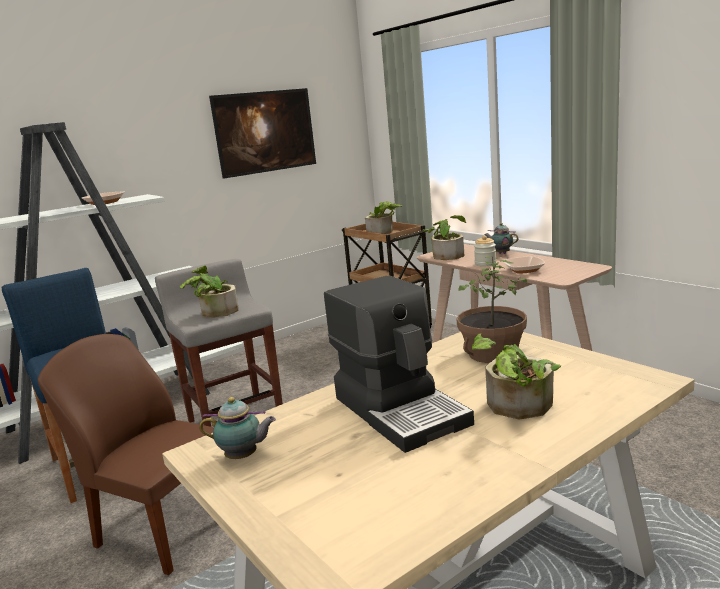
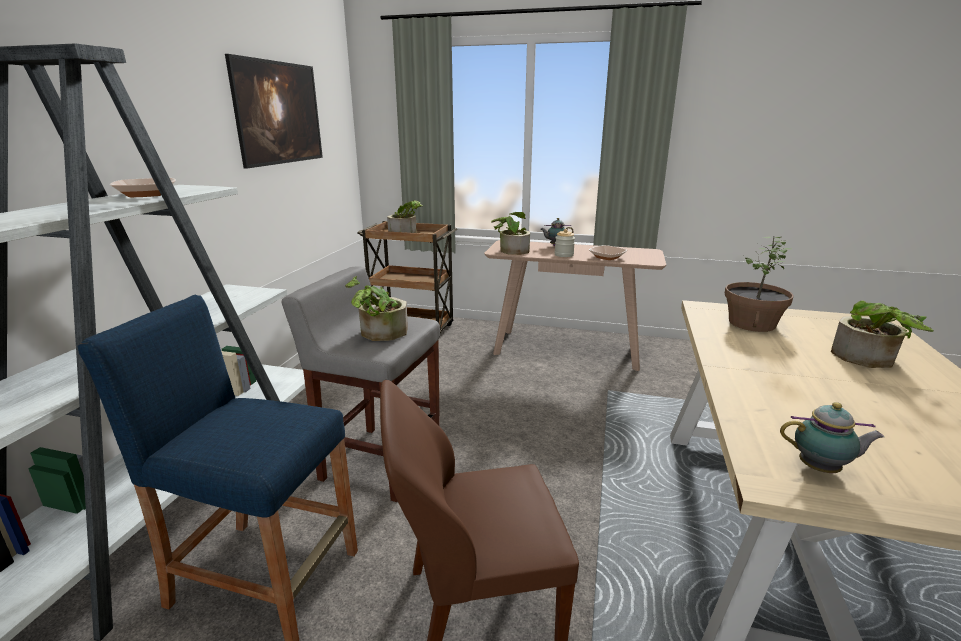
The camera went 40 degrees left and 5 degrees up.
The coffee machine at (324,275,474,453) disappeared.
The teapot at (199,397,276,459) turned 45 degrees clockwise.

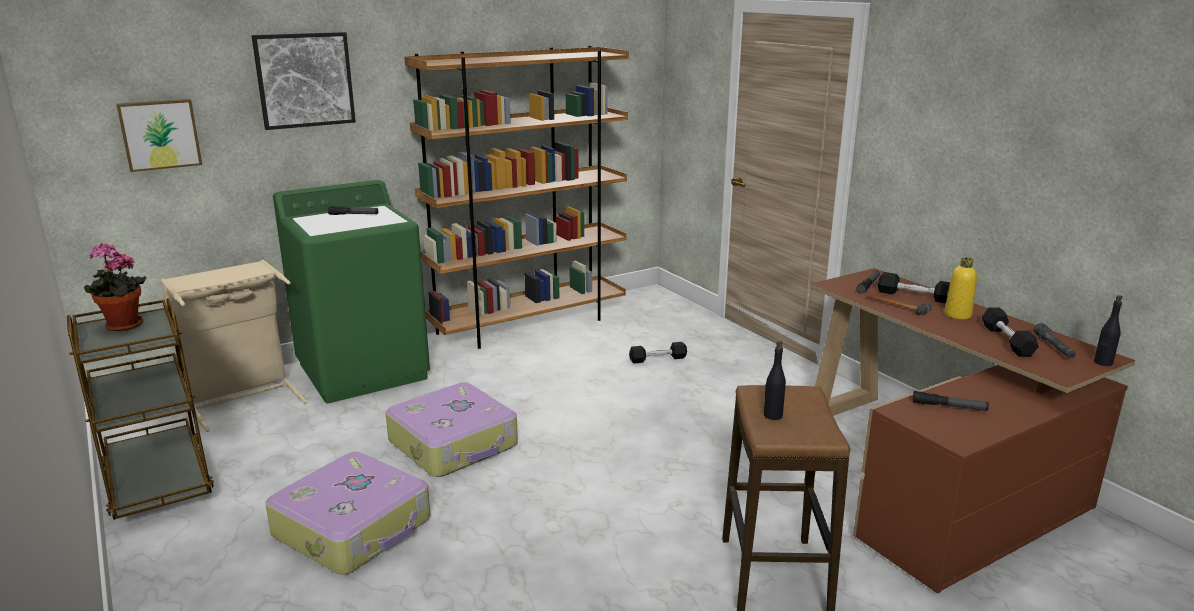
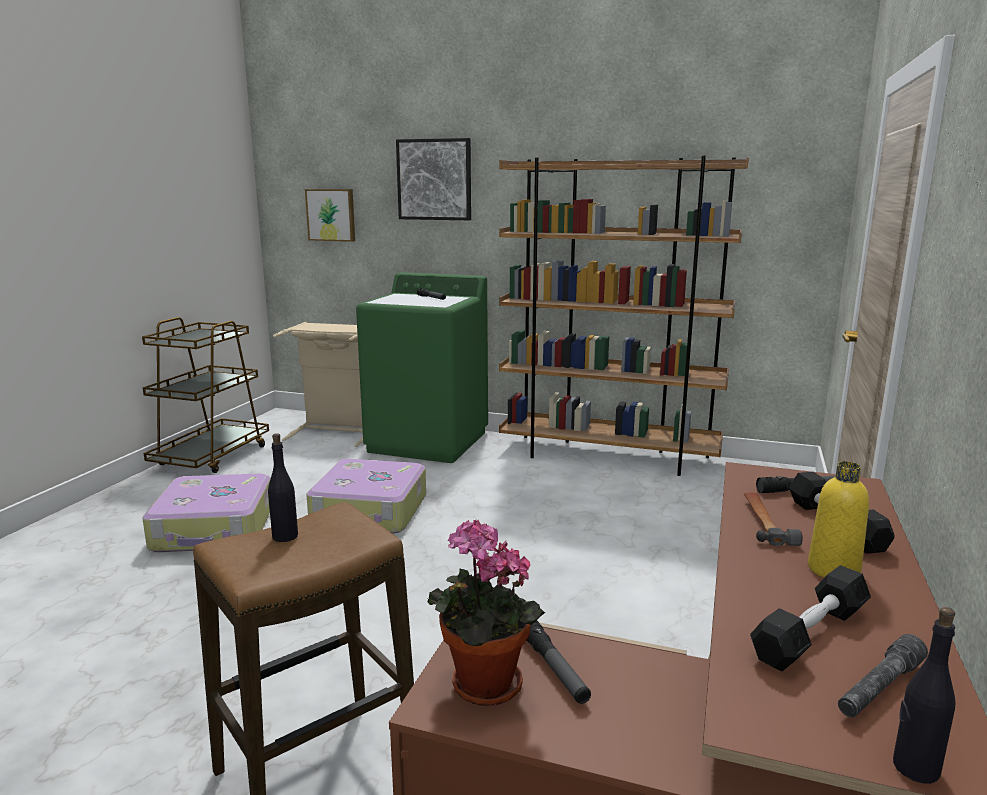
The camera went 50 degrees right and 5 degrees down.
The black dumbbell at (629,342,687,364) disappeared.
The potted plant moved from (84,243,146,331) to (428,520,545,706).

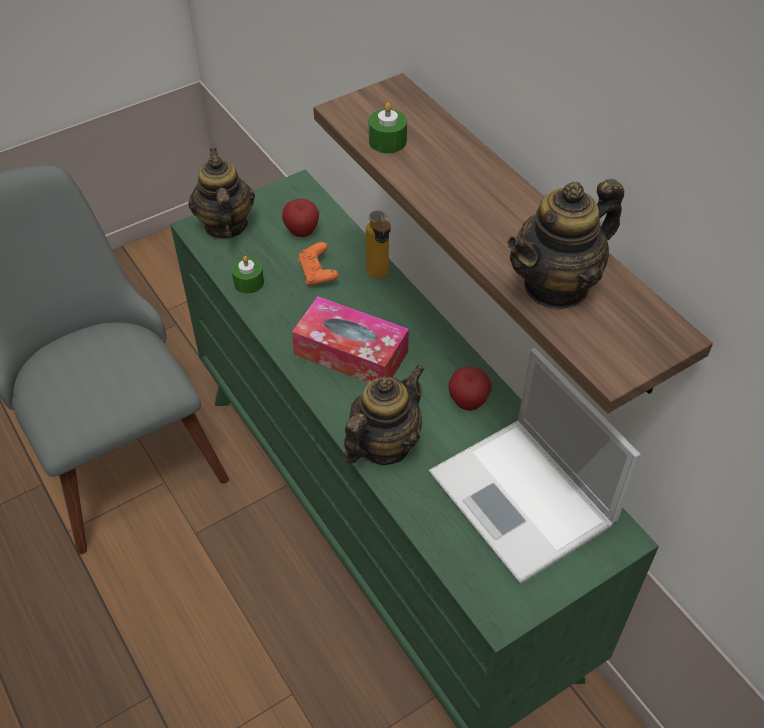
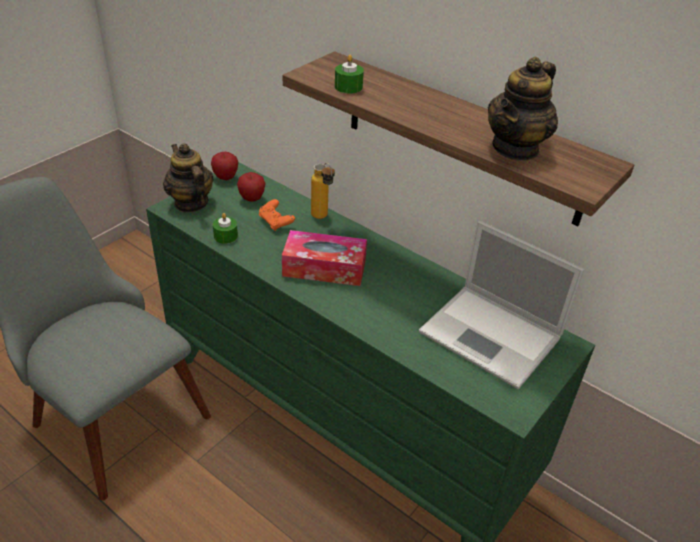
The camera went 20 degrees left and 10 degrees down.
The teapot at (343,365,425,465) disappeared.
The apple moved from (448,367,492,411) to (211,152,238,180).

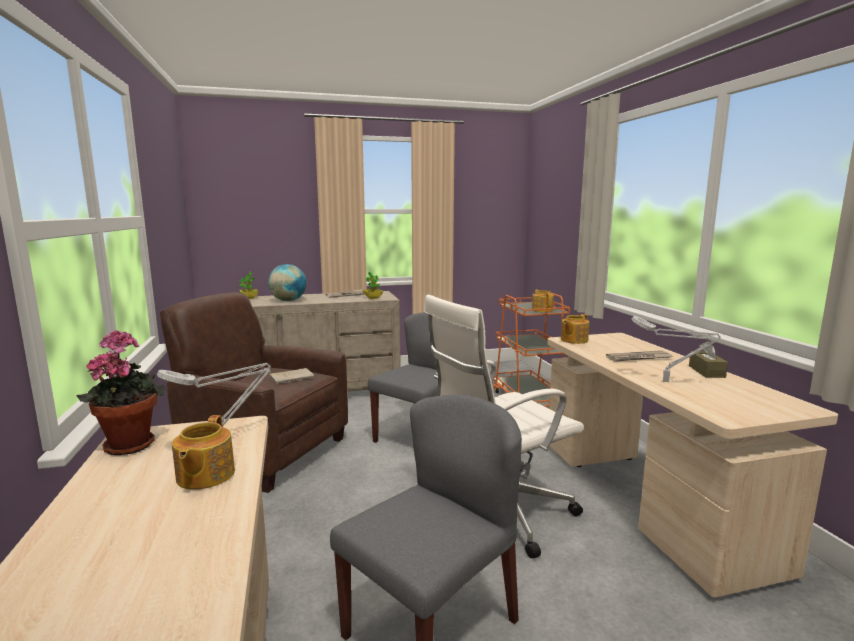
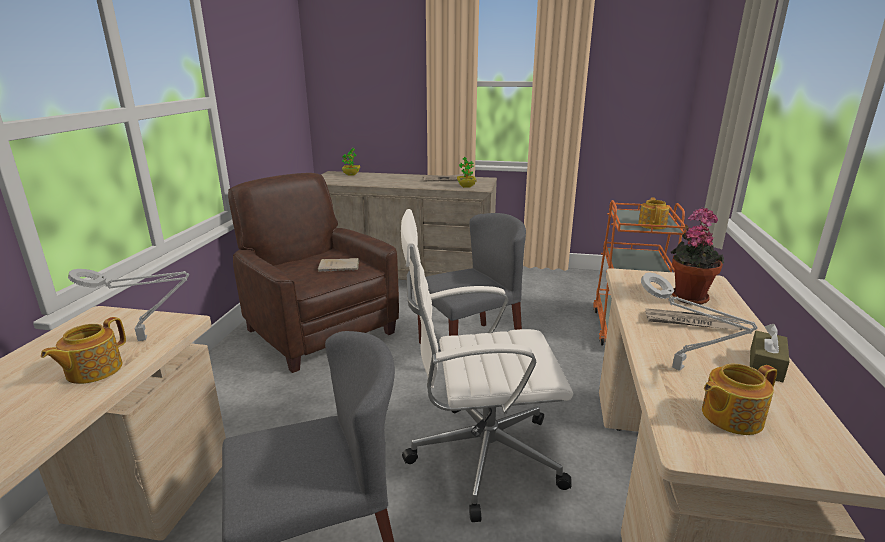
The camera went 25 degrees right and 10 degrees up.
The globe at (268,264,307,301) disappeared.
The potted plant moved from (76,330,166,455) to (671,208,724,304).
The teapot moved from (561,314,589,344) to (702,364,777,435).

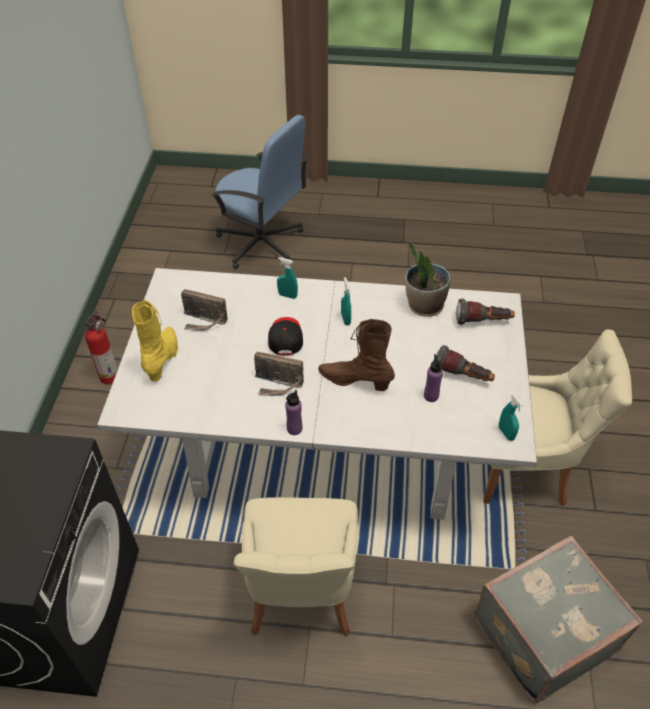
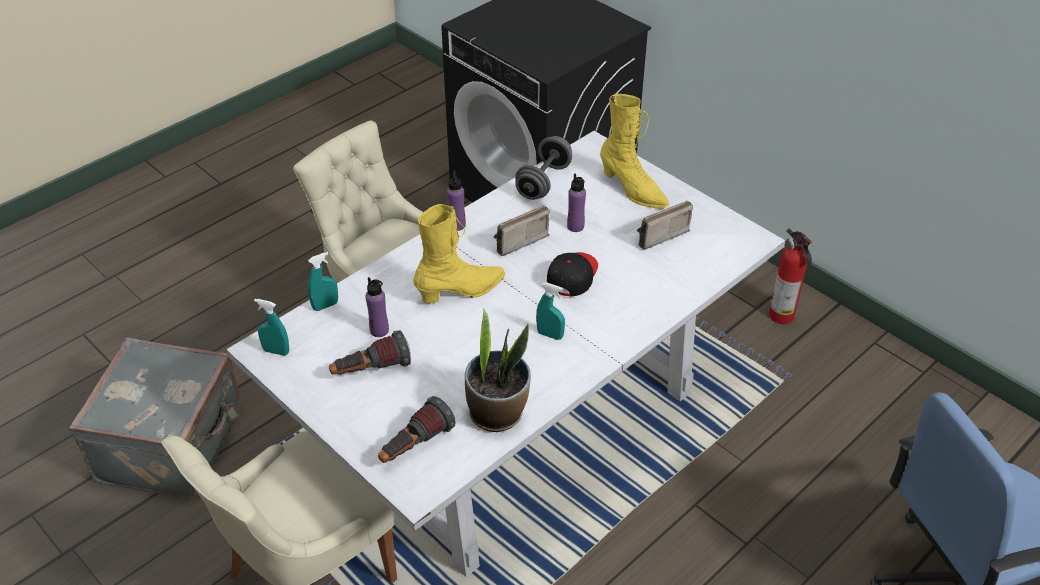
The camera went 130 degrees right and 5 degrees down.
The grey dumbbell at (515,136,572,200) appeared.
The purple bottle at (567,174,586,232) appeared.
The turquoise spray bottle moved from (277,257,298,299) to (308,252,338,311).
The brown boot at (318,319,395,391) became the yellow boot at (414,204,505,304).
The black cap at (268,317,303,356) turned 105 degrees counterclockwise.

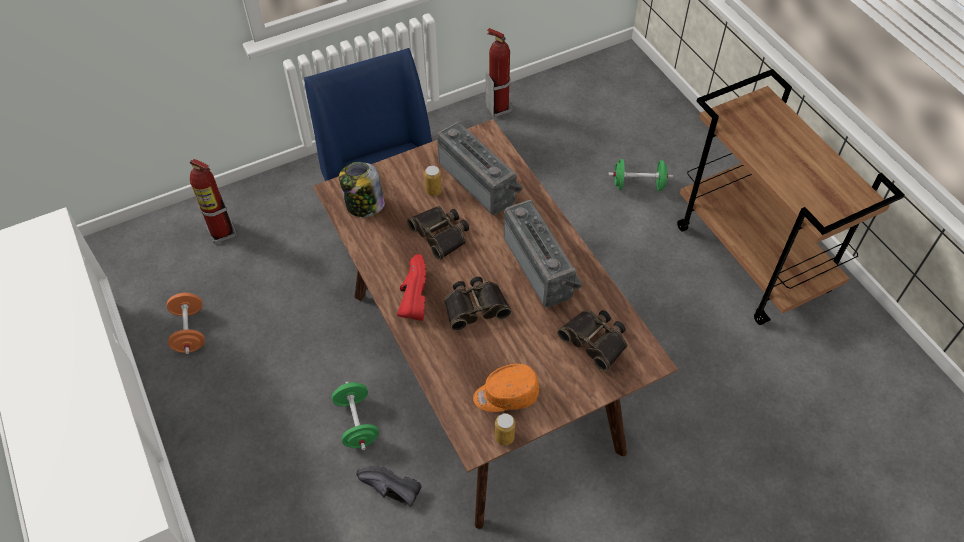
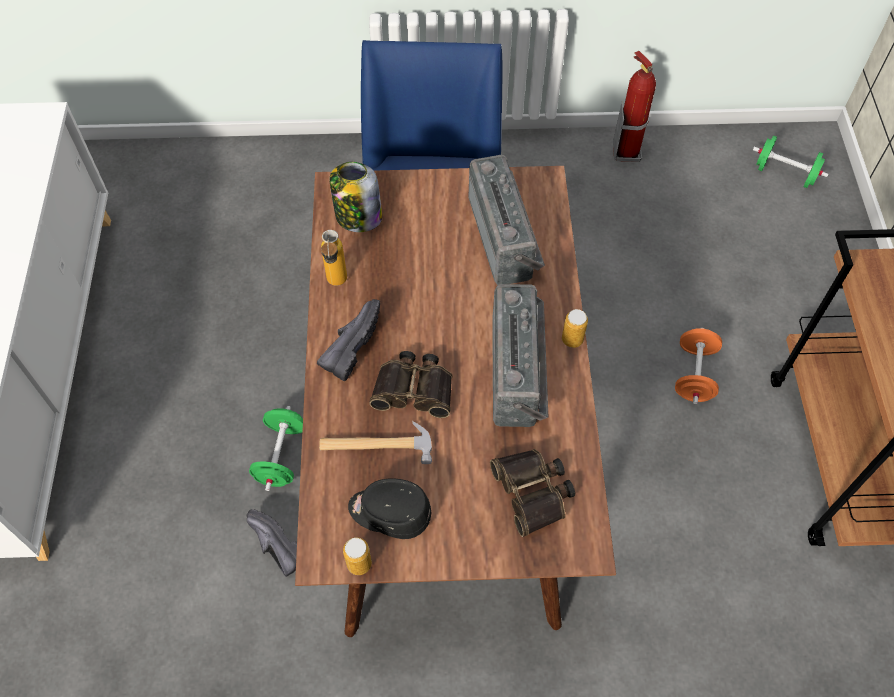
The camera went 25 degrees right and 5 degrees up.
The fire extinguisher at (190,159,236,244) disappeared.
The binoculars at (407,206,469,260) disappeared.
The hammer at (319,421,432,464) appeared.
The bottle at (321,230,347,286) appeared.
The orange dumbbell moved from (167,293,205,354) to (675,328,722,404).
The can moved from (424,165,442,196) to (562,309,588,348).
The green dumbbell moved from (608,159,673,191) to (753,135,828,188).
The red shoe at (397,254,426,321) became the black shoe at (317,299,380,381).
The orange cap at (473,364,539,412) became the black cap at (348,479,431,539).

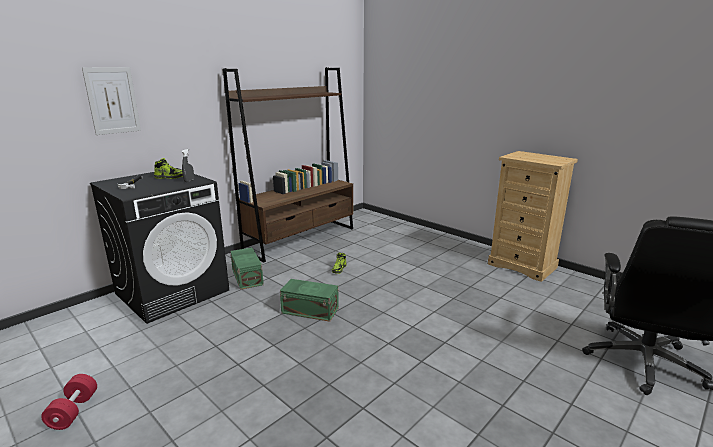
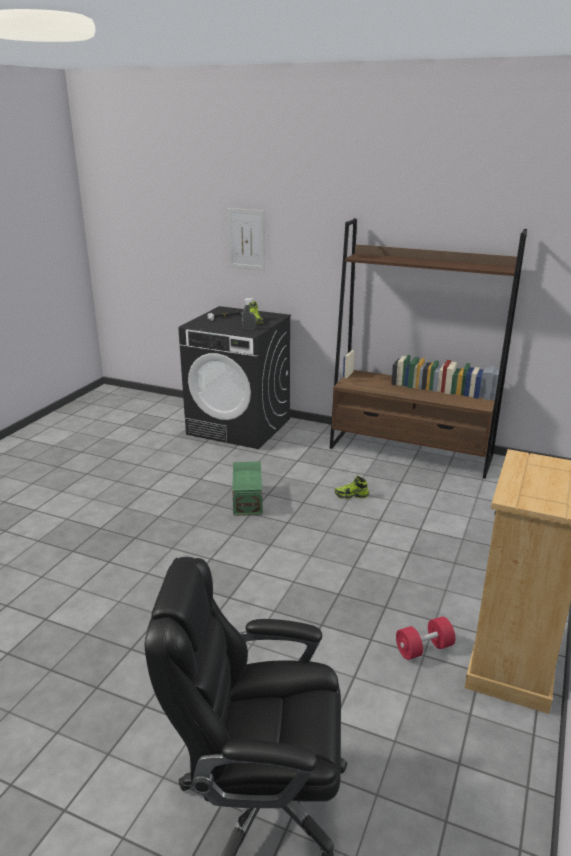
The camera went 70 degrees right and 5 degrees up.
The green storage box at (230,248,264,290) disappeared.
The red dumbbell moved from (41,374,97,430) to (396,616,455,660).

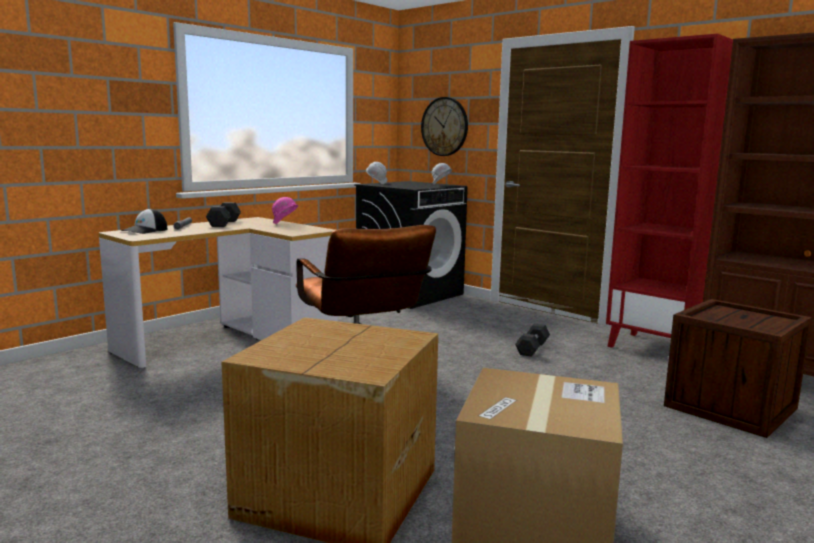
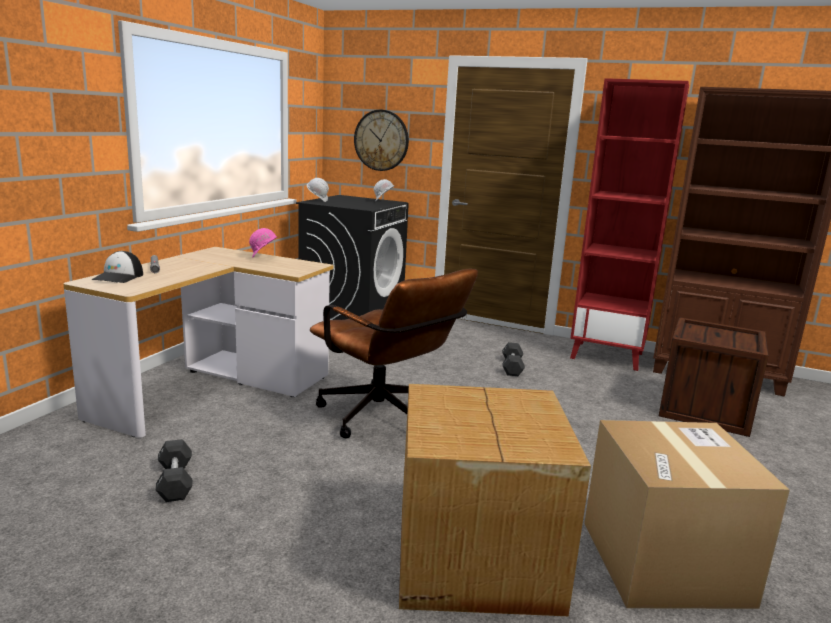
The camera went 20 degrees left and 5 degrees up.
The black dumbbell moved from (206,202,241,227) to (156,439,193,502).

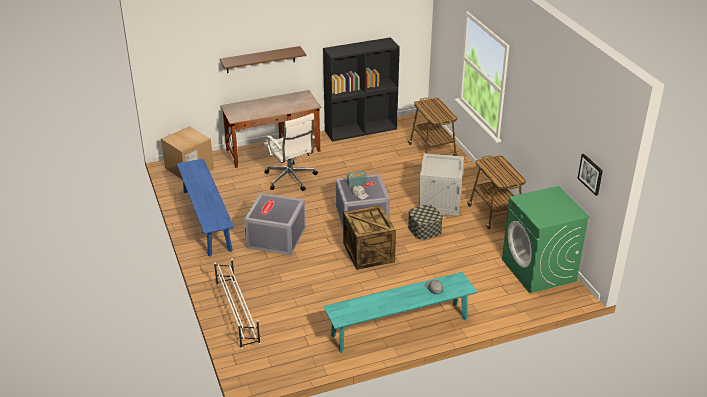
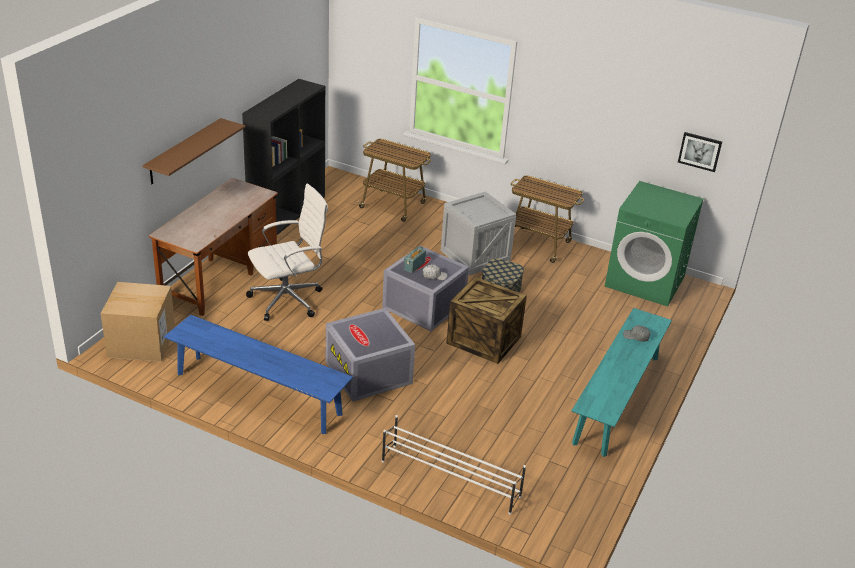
The camera went 45 degrees left and 0 degrees up.
The white office chair at (264,113,318,191) turned 45 degrees counterclockwise.

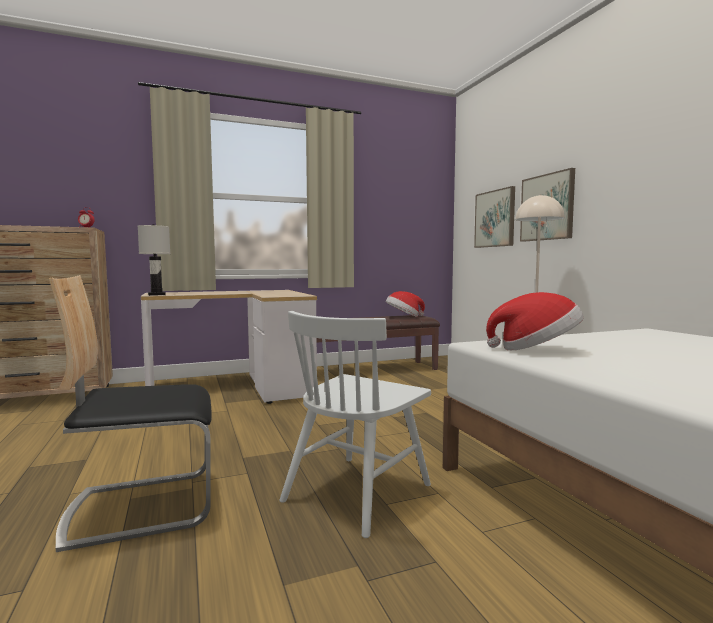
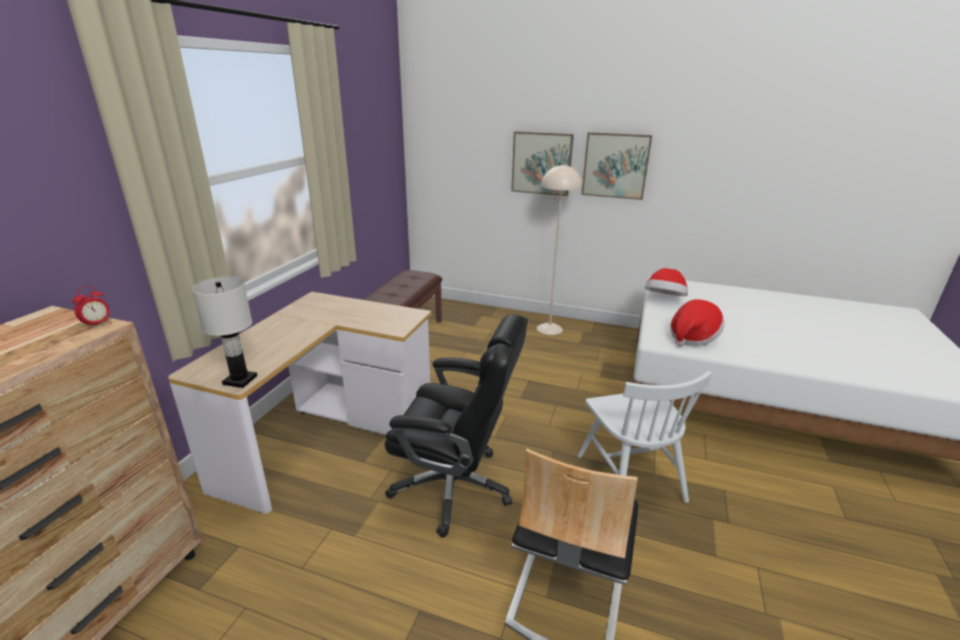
The camera went 50 degrees left and 20 degrees up.
The black office chair at (385,314,528,538) appeared.
The hat moved from (386,291,425,317) to (645,268,688,296).
The picture moved from (474,186,515,248) to (581,132,652,200).

